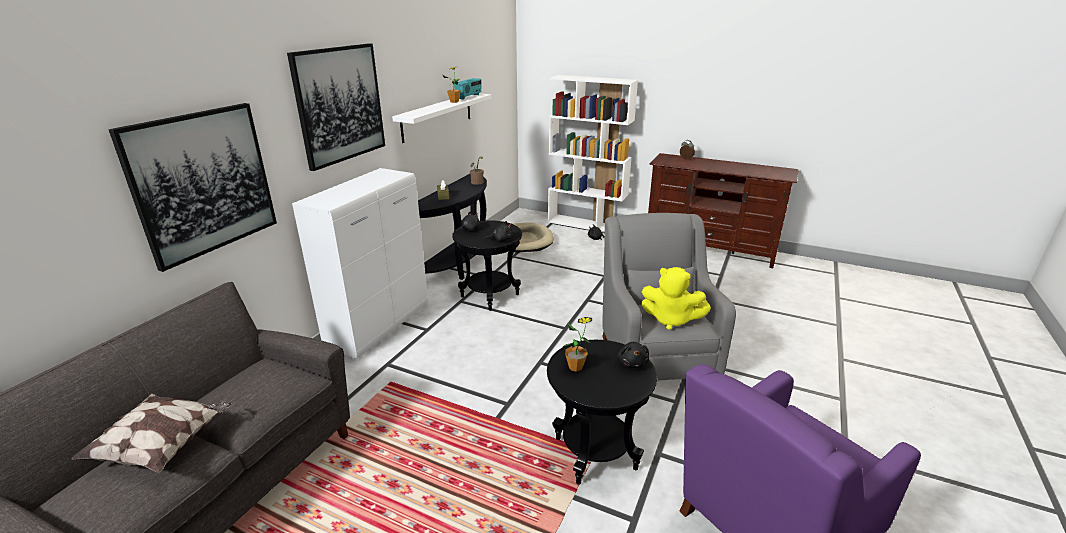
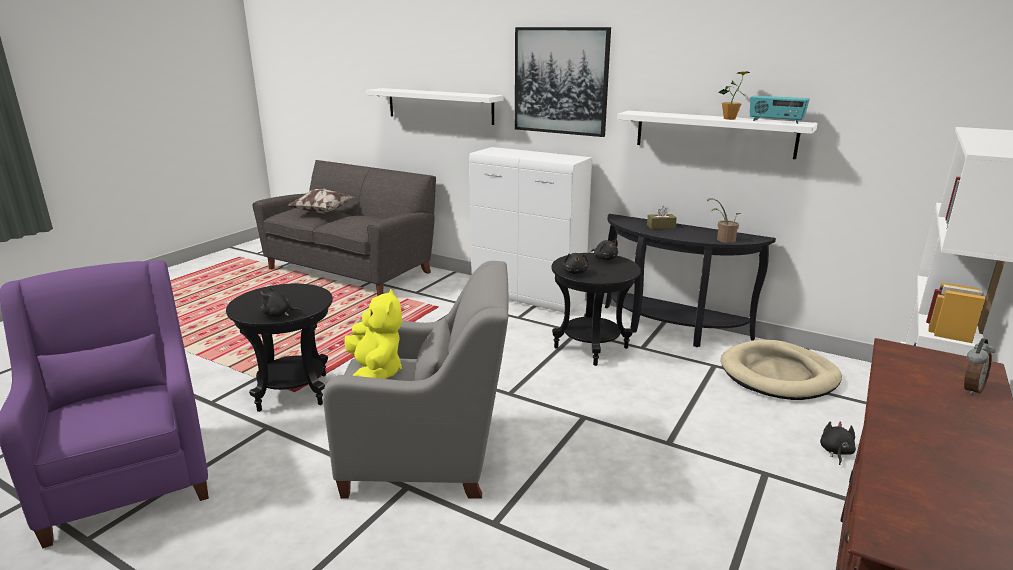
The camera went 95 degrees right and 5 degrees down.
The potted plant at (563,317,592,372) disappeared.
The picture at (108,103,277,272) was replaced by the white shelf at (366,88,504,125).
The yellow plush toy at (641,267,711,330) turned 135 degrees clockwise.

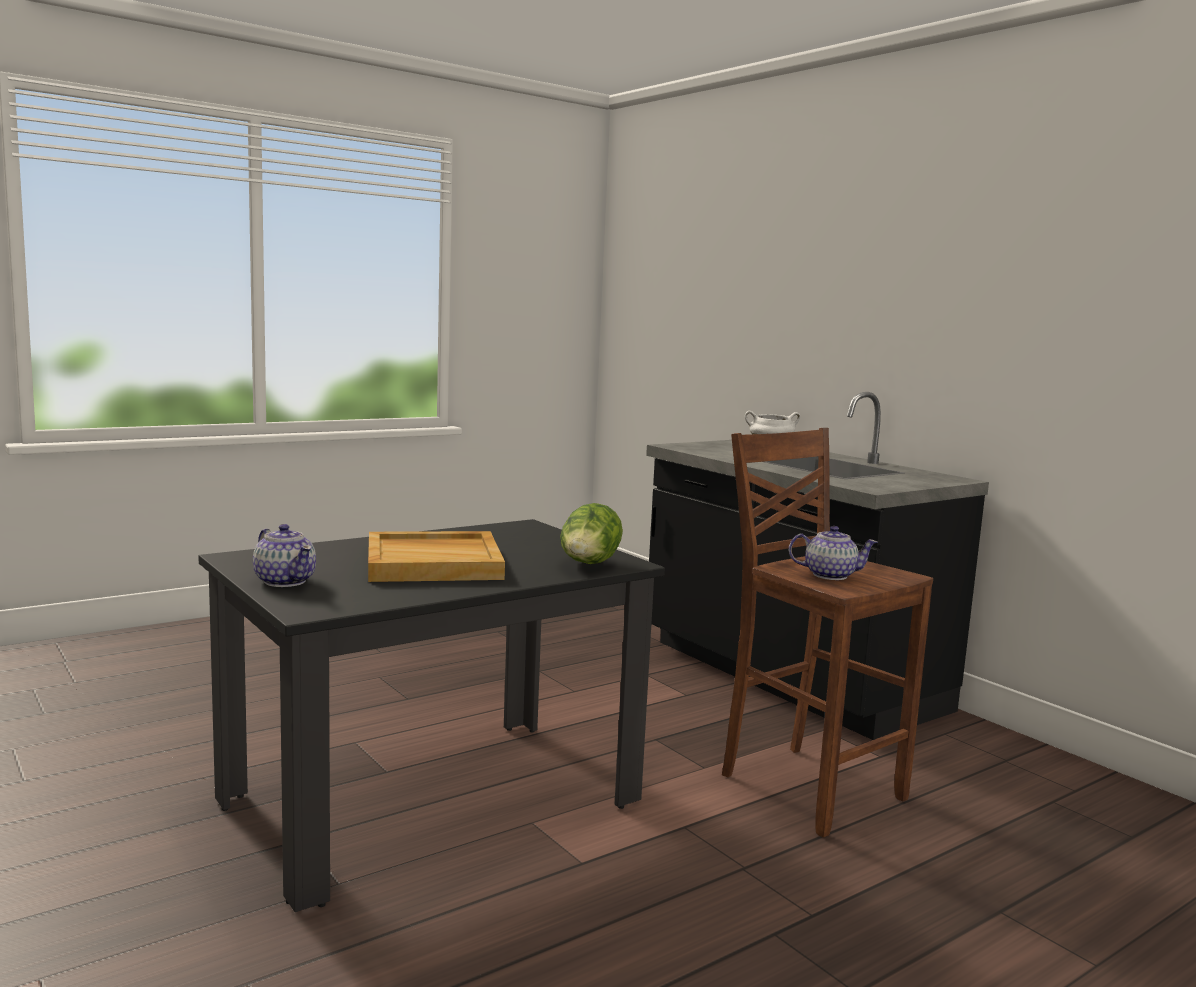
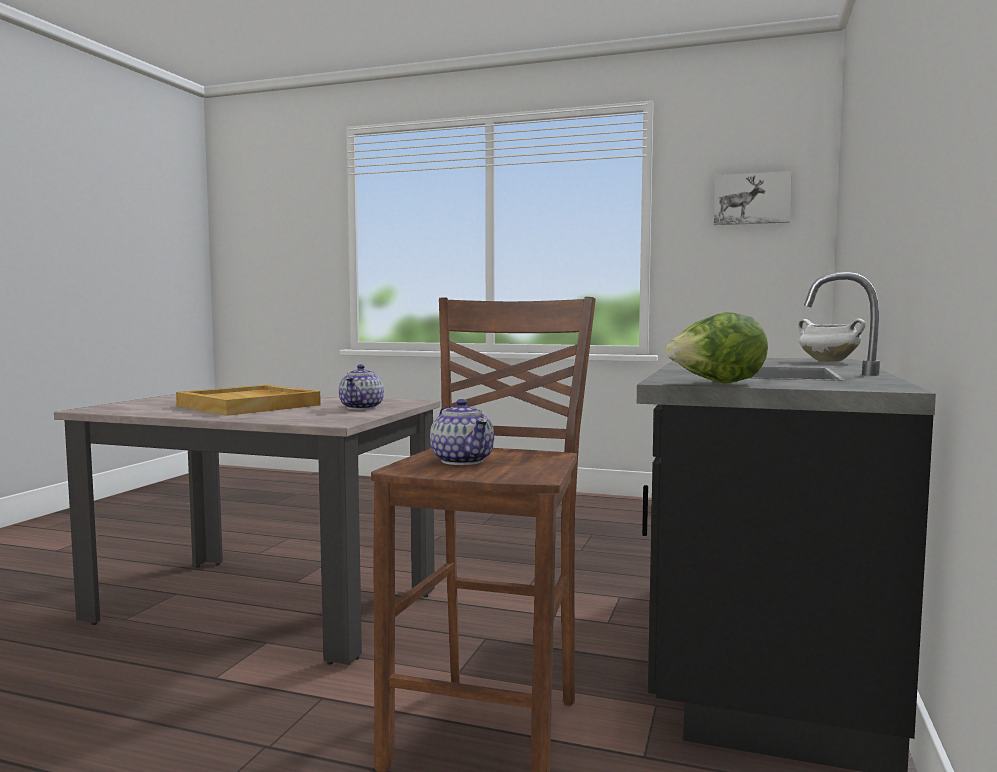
The camera went 55 degrees right and 5 degrees down.
The picture at (714,171,792,225) appeared.
The teapot moved from (253,524,316,587) to (339,364,384,410).
The lettuce moved from (560,503,623,564) to (665,312,768,383).
The black dining table at (198,519,665,912) became the beige dining table at (54,394,440,665).

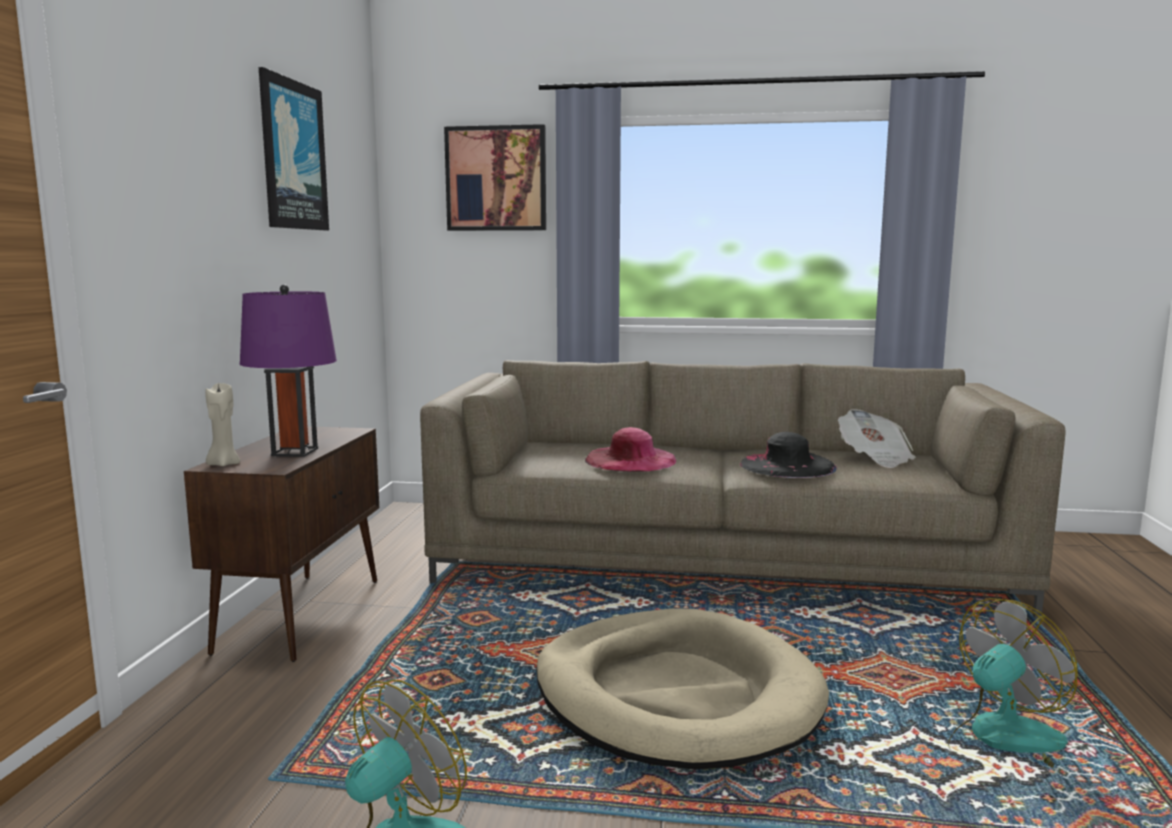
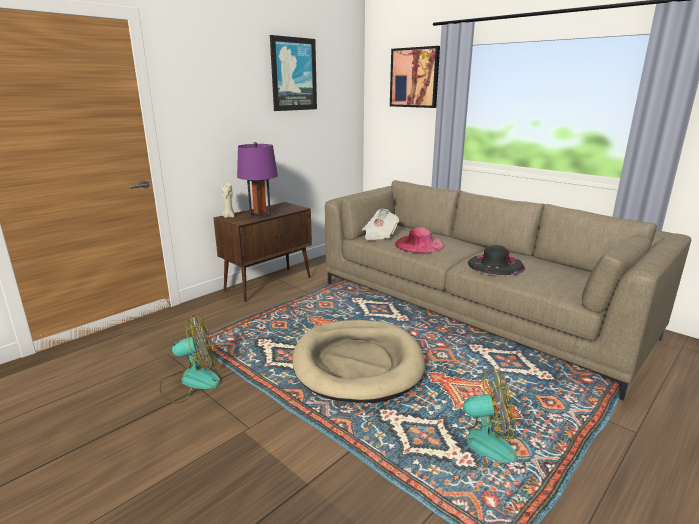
The camera went 35 degrees right and 10 degrees up.
The newspaper moved from (838,409,916,468) to (362,209,399,240).

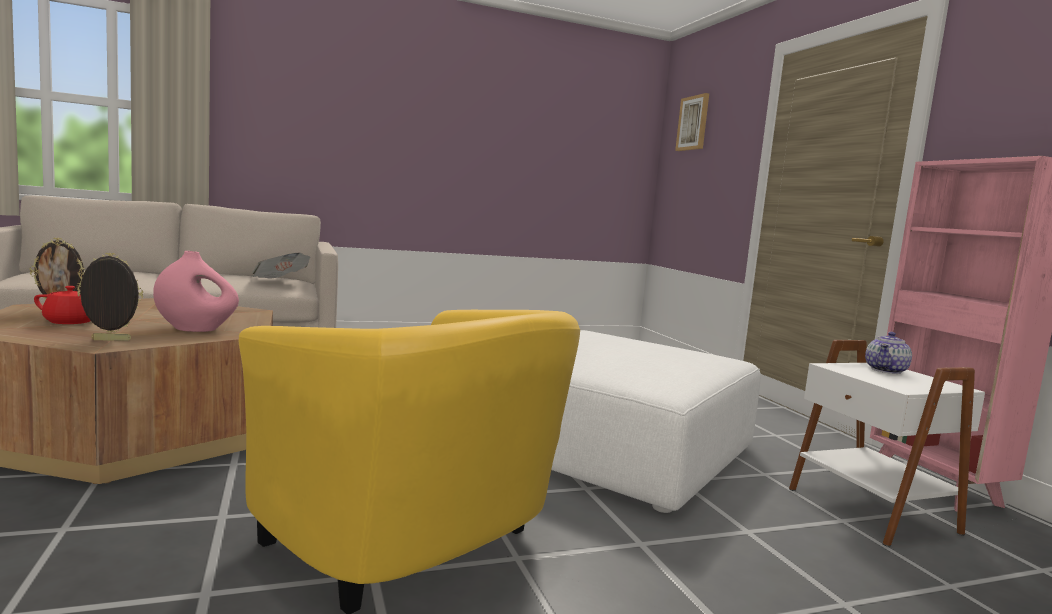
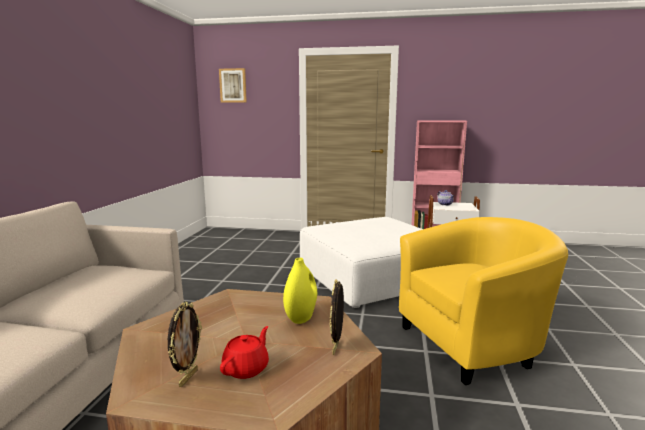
The camera went 60 degrees left and 5 degrees up.
The newspaper at (252,253,311,278) disappeared.
The pink vase at (153,251,239,332) became the yellow vase at (283,258,317,324).

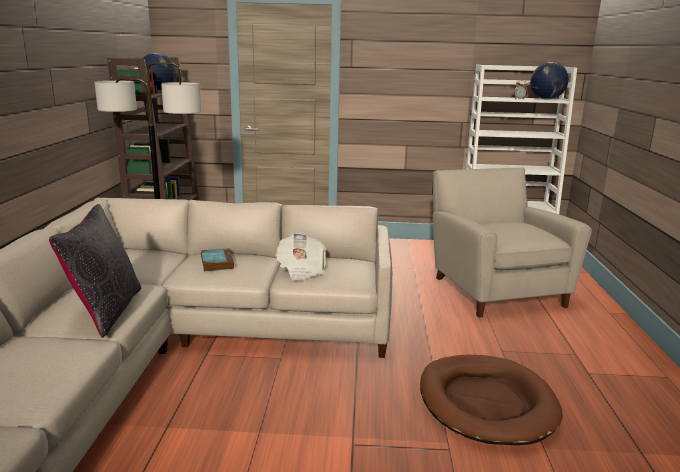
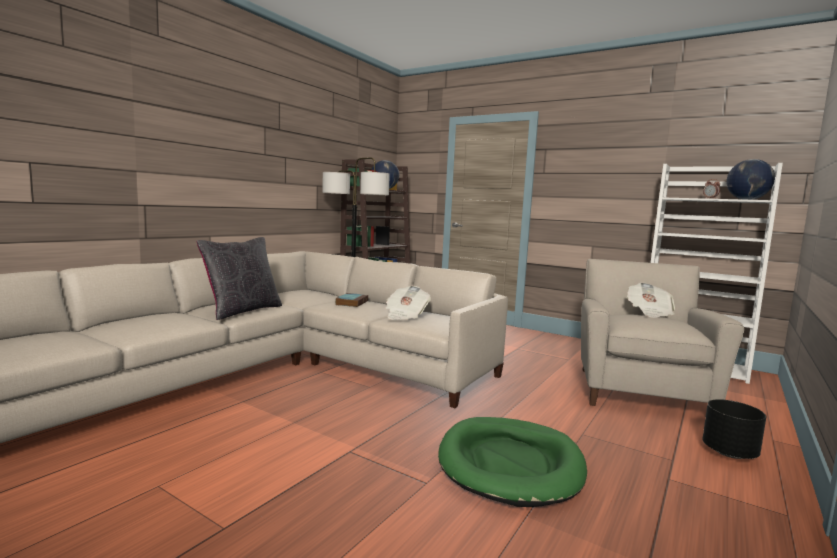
The camera went 30 degrees right and 10 degrees down.
The newspaper at (627,282,675,318) appeared.
The black planter at (702,399,766,459) appeared.
The brown dog bed at (420,355,563,445) became the green dog bed at (438,417,587,507).

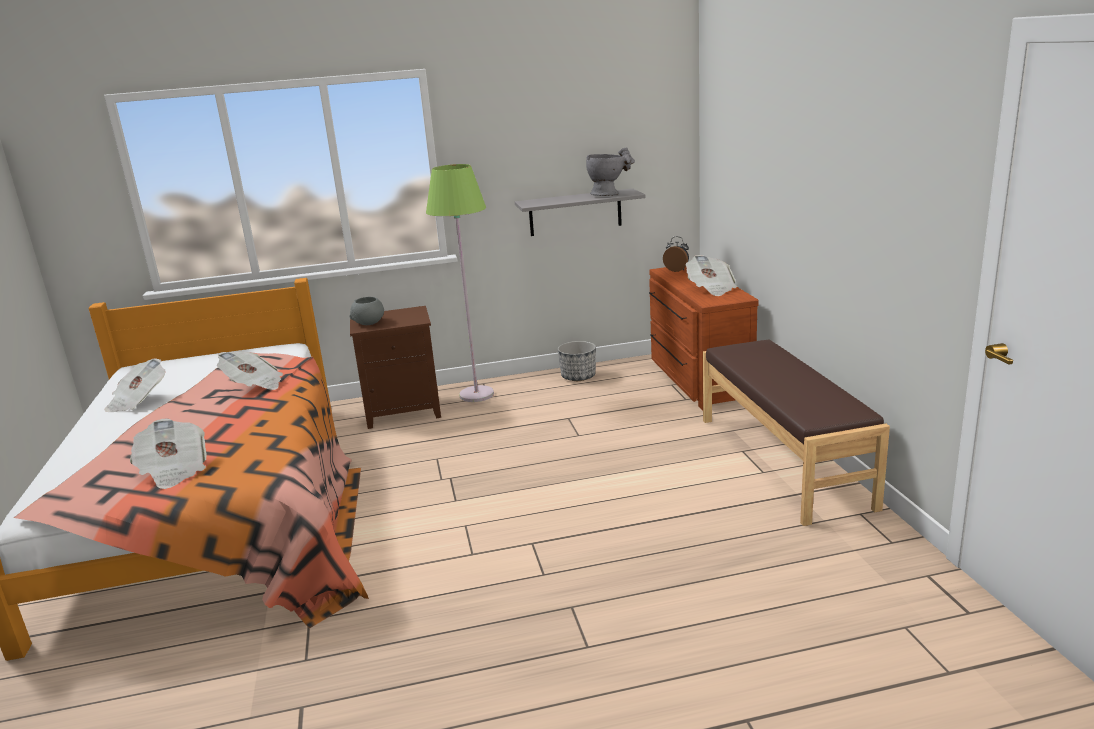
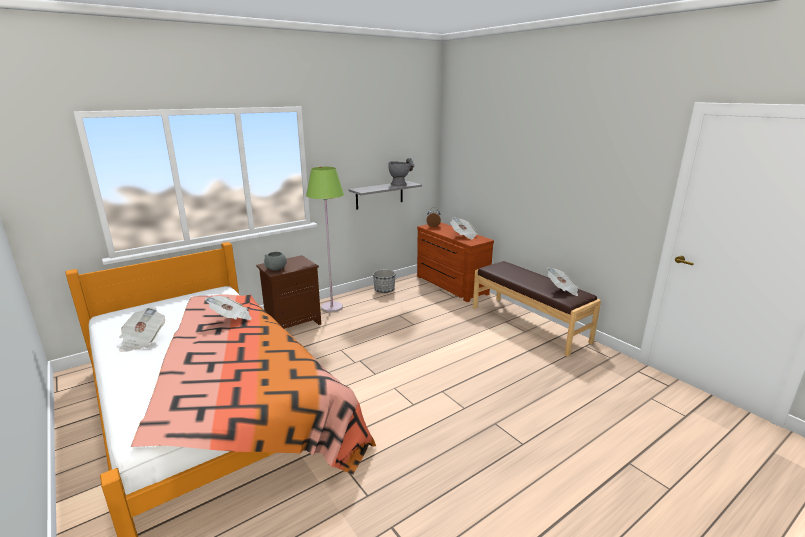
The camera went 25 degrees left and 0 degrees up.
The newspaper moved from (130,418,206,489) to (547,268,578,296).

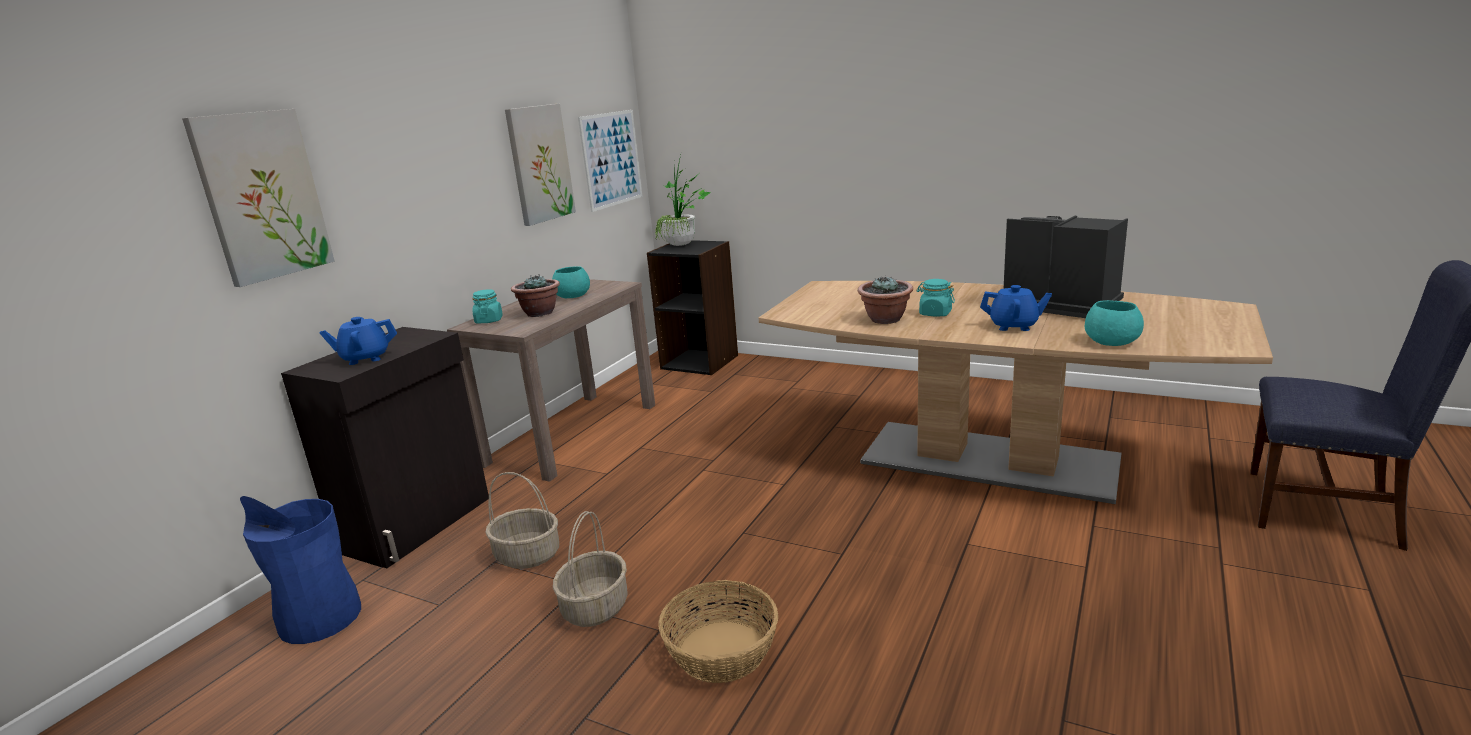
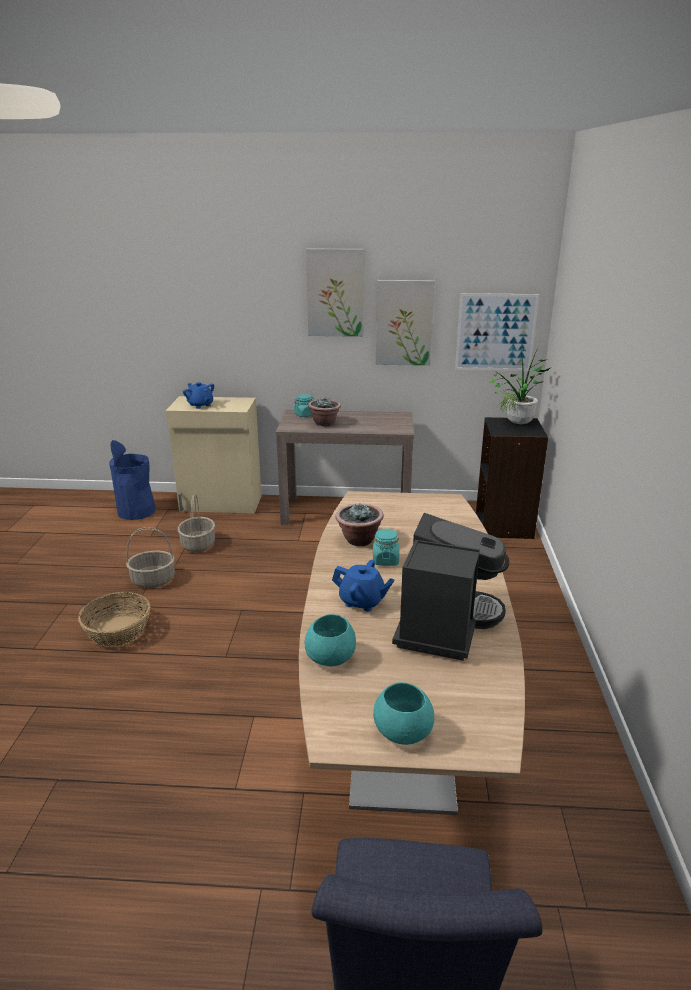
The camera went 65 degrees right and 5 degrees up.
The picture moved from (182,109,335,287) to (306,249,364,337).
The turquoise bowl moved from (552,267,590,298) to (373,682,434,745).
The black cabinet at (281,327,489,568) became the beige cabinet at (166,396,262,514).
The blue teapot at (980,285,1052,331) turned 60 degrees counterclockwise.

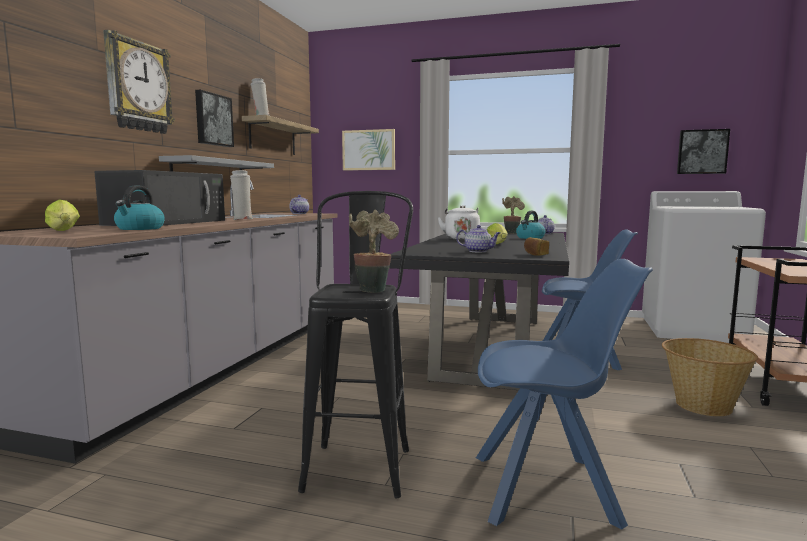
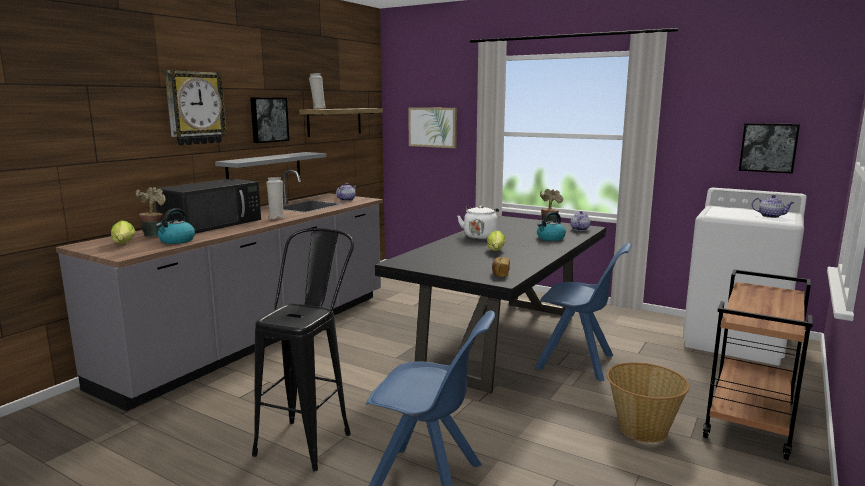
The camera went 15 degrees right and 5 degrees up.
The potted plant moved from (349,210,399,293) to (136,187,166,237).
The teapot moved from (456,225,500,252) to (752,195,794,218).

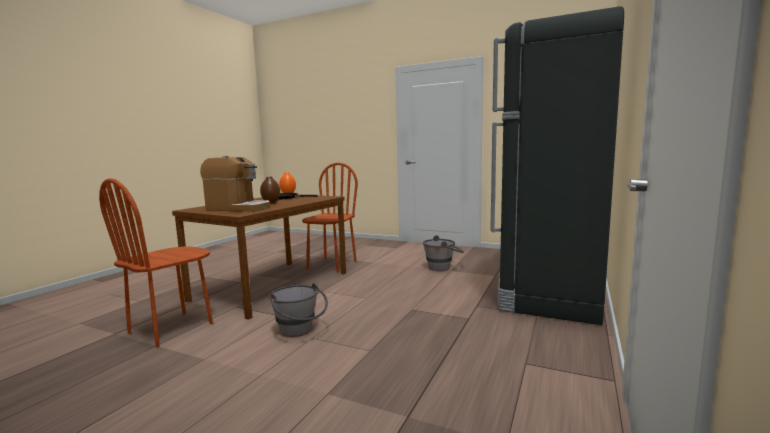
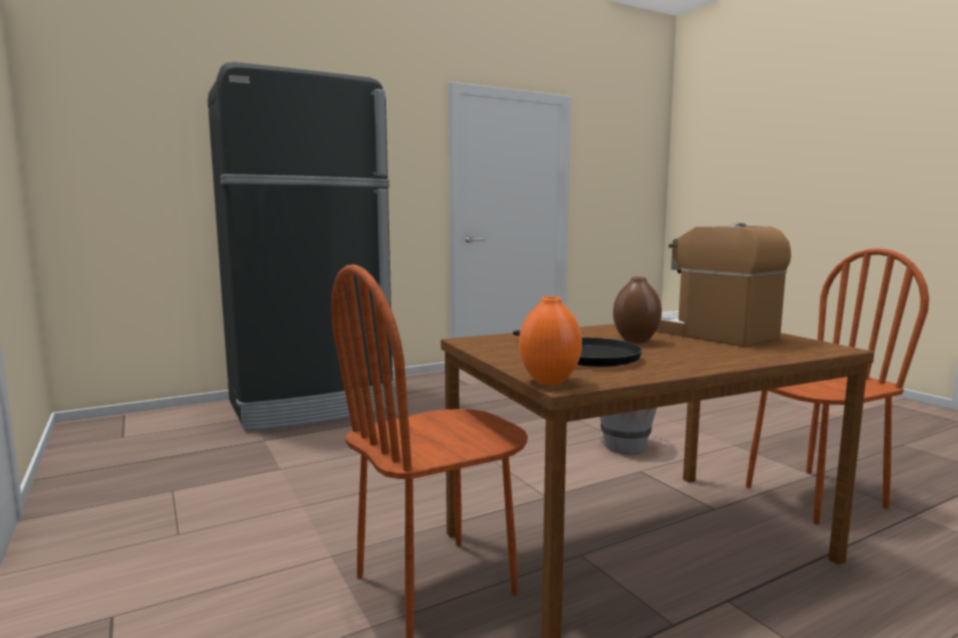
The camera went 145 degrees left and 0 degrees up.
The grey bucket at (423,235,464,271) disappeared.

